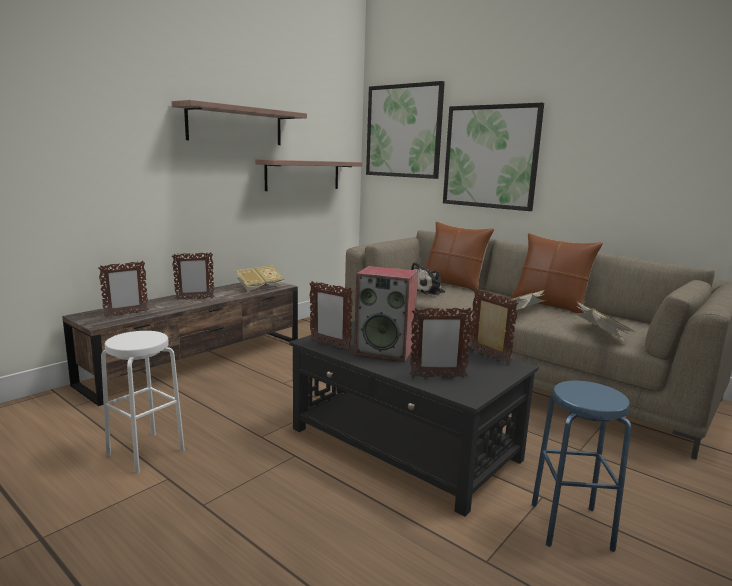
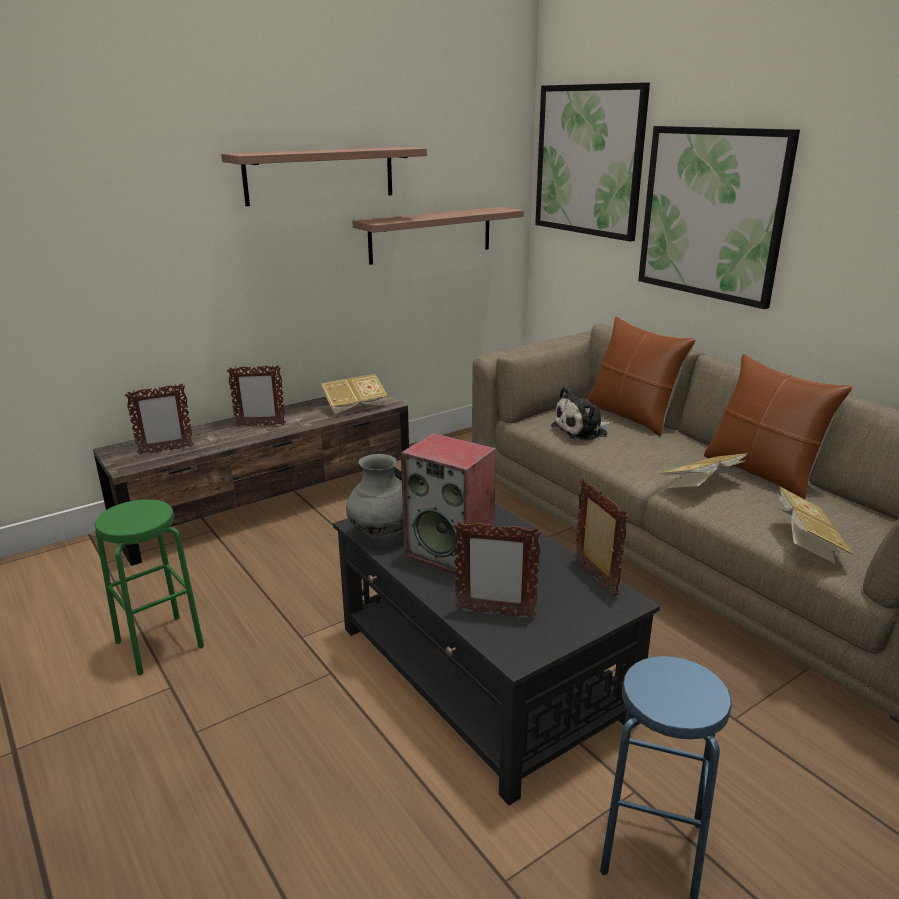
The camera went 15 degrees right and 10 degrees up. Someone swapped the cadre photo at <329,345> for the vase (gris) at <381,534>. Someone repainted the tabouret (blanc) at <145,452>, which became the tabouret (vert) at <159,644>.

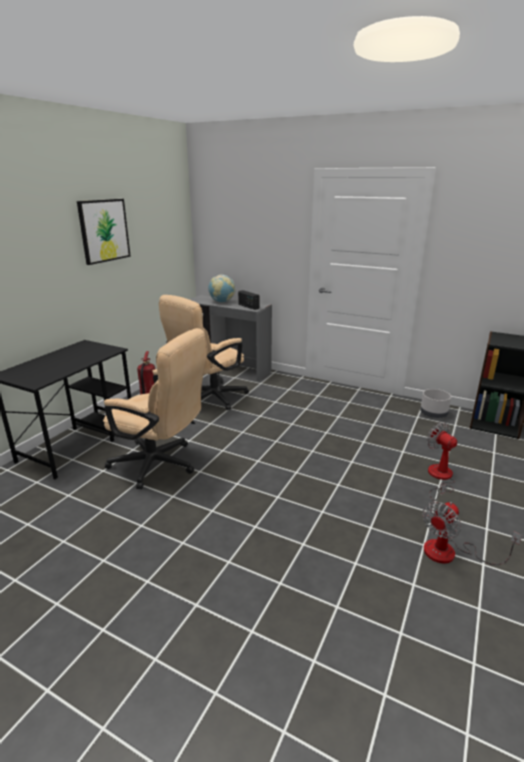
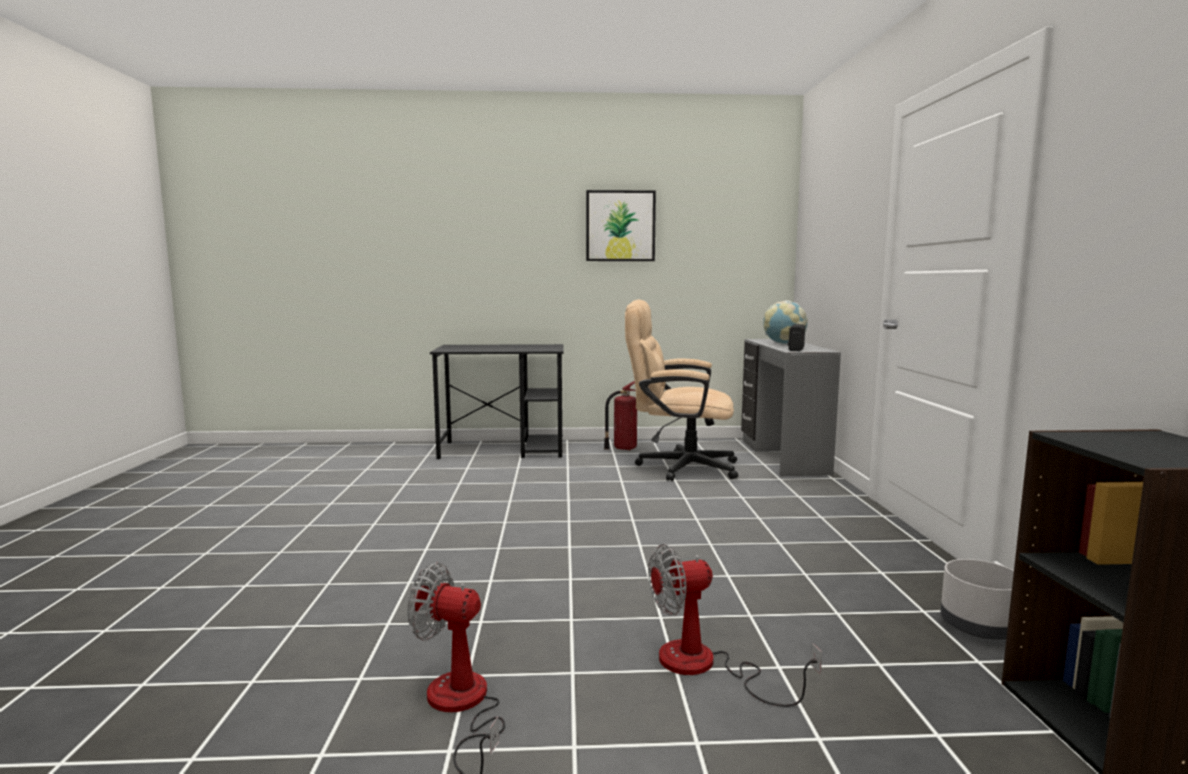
The camera went 60 degrees right and 15 degrees down. Someone took away the chaise de bureau (beige) at <160,465>. Someone rotated the ventilateur at <439,477> by 135 degrees counterclockwise.

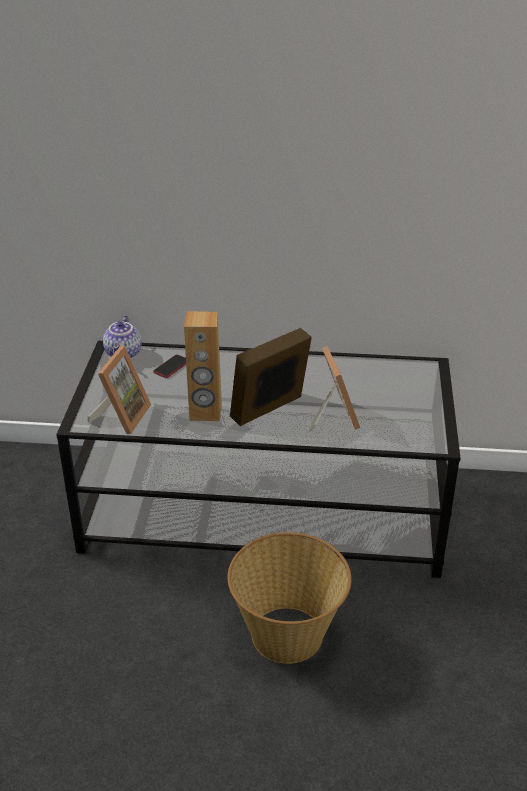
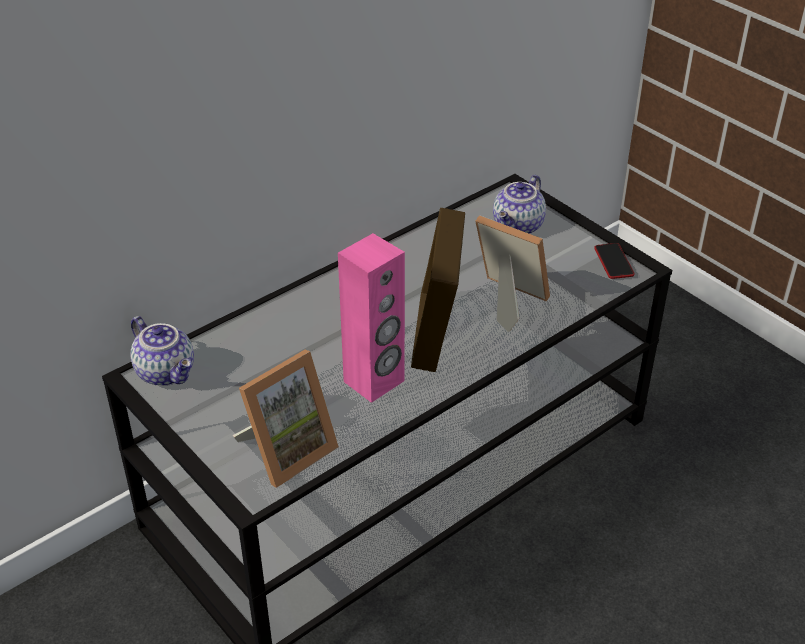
The camera went 45 degrees left and 5 degrees up. Someone took away the panier at <288,633>. Someone put down the théière at <519,227>. Someone carried the téléphone from <171,367> to <613,262>. Someone repainted the enceinte (marron) at <205,413>, which became the enceinte (rose) at <374,381>. Someone rotated the cadre photo at <121,416> by 75 degrees clockwise.

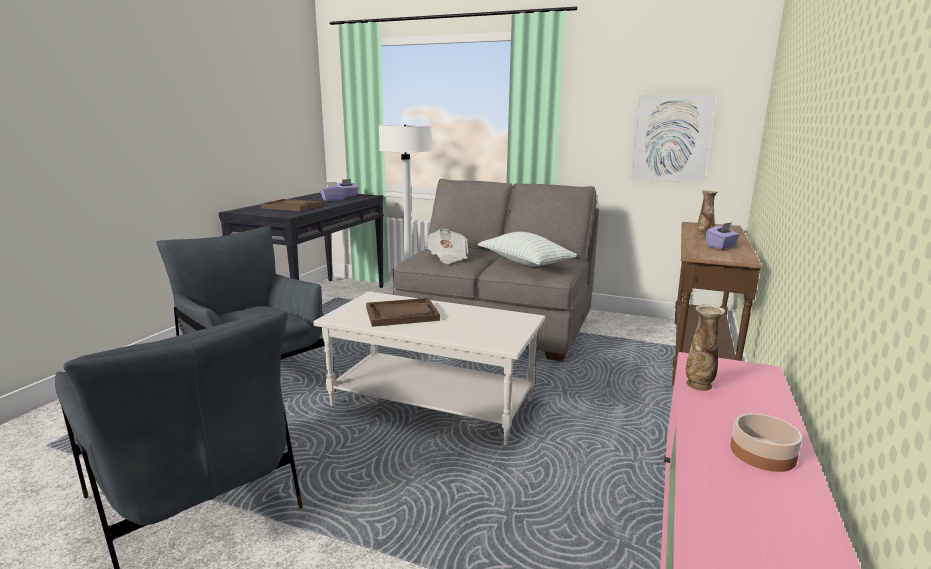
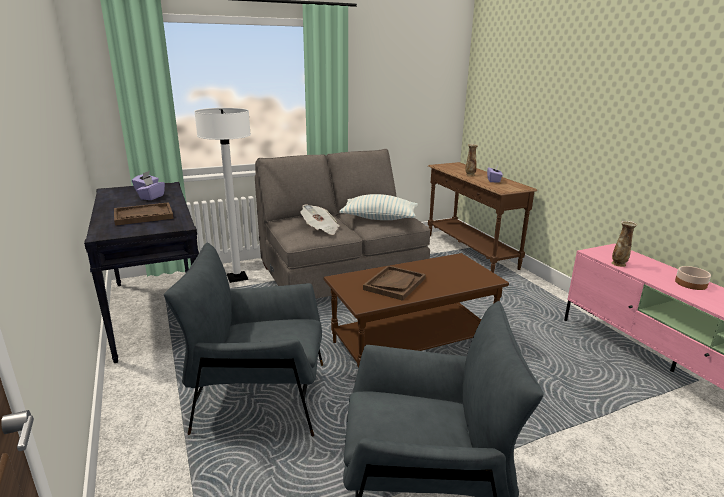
The camera went 45 degrees left and 5 degrees up. Someone took away the tableau at <671,138>. Someone repainted the table basse (blanc) at <433,403>, which became the table basse (marron) at <412,344>.

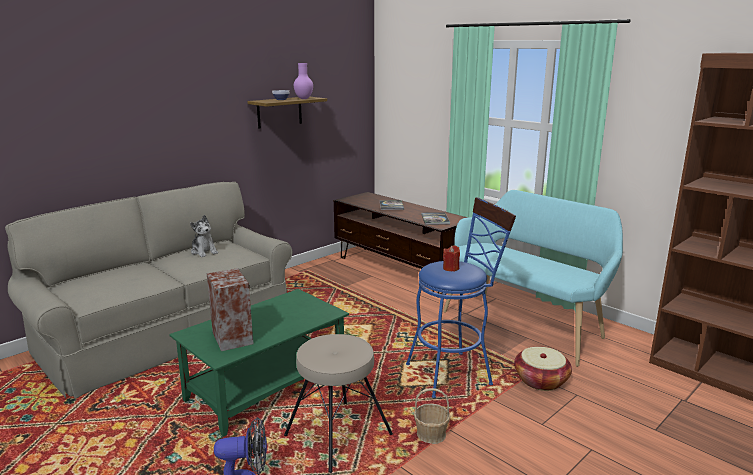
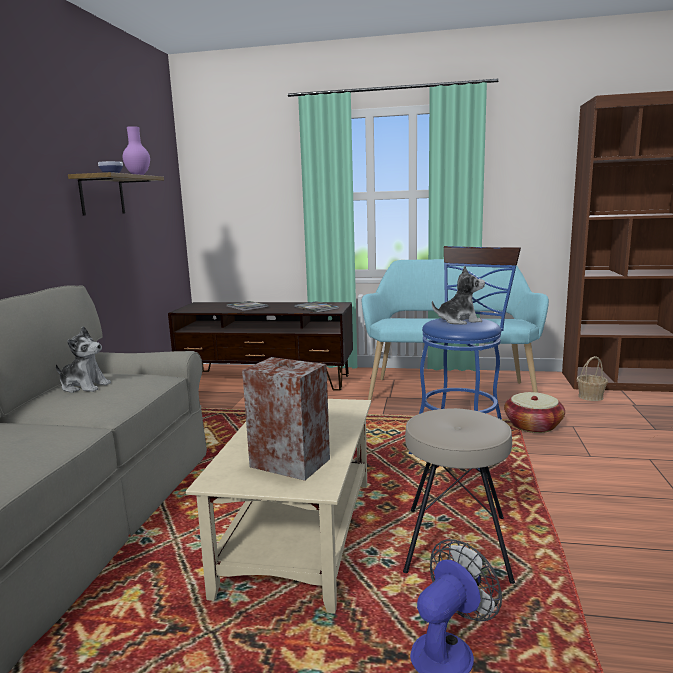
The camera went 35 degrees left and 5 degrees down. Someone carried the panier from <431,434> to <591,397>. Someone swapped the bougie (rouge) at <451,268> for the peluche at <459,321>. Someone repainted the table basse (vert) at <267,386>, which became the table basse (beige) at <299,532>.

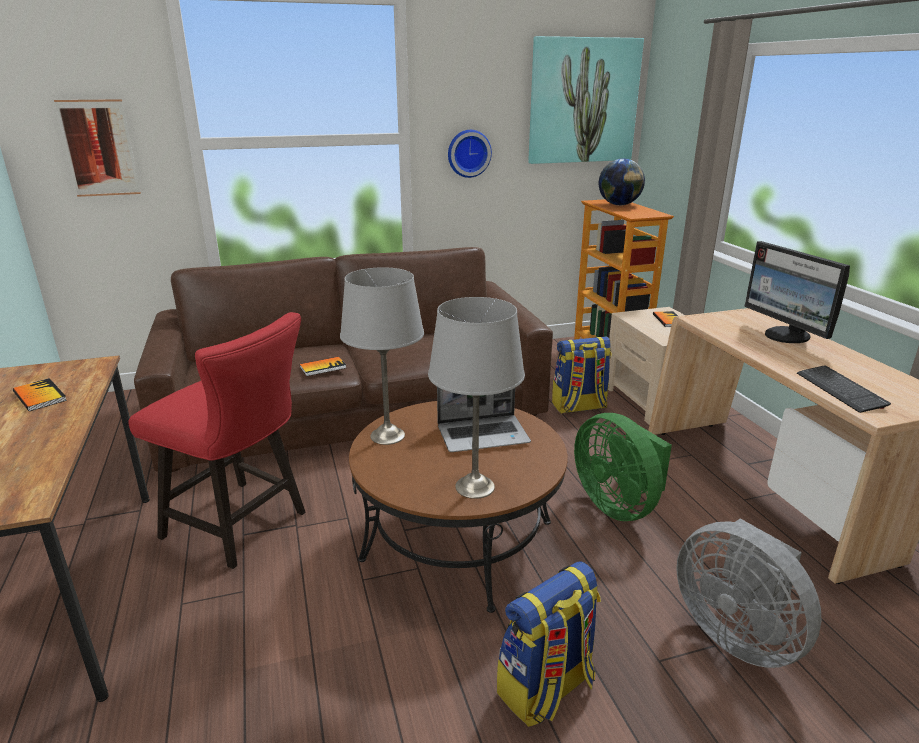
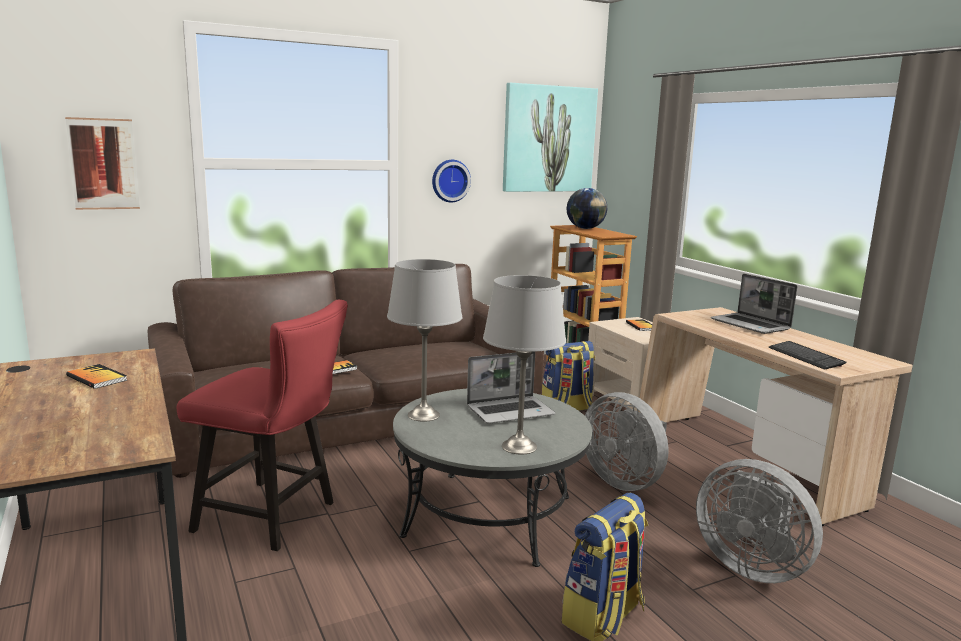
The camera went 10 degrees left and 10 degrees down. Someone swapped the écran d'ordinateur at <786,336> for the ordinateur portable at <751,325>. Someone repainted the table basse (marron) at <458,540>, which became the table basse (gris) at <489,515>. Someone repainted the ventilateur (vert) at <618,505>, which became the ventilateur (gris) at <624,481>.

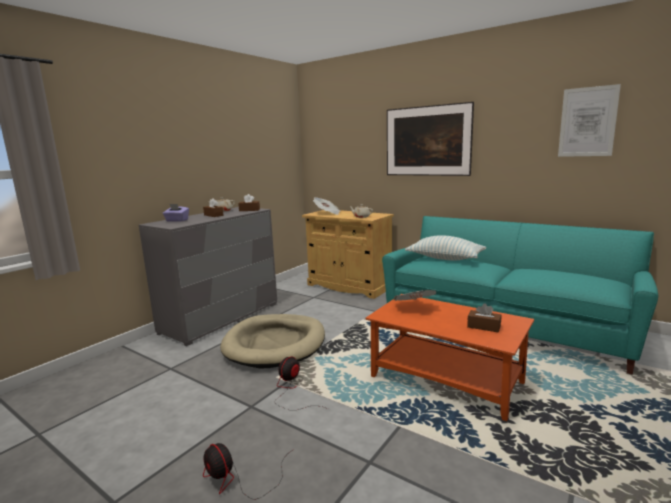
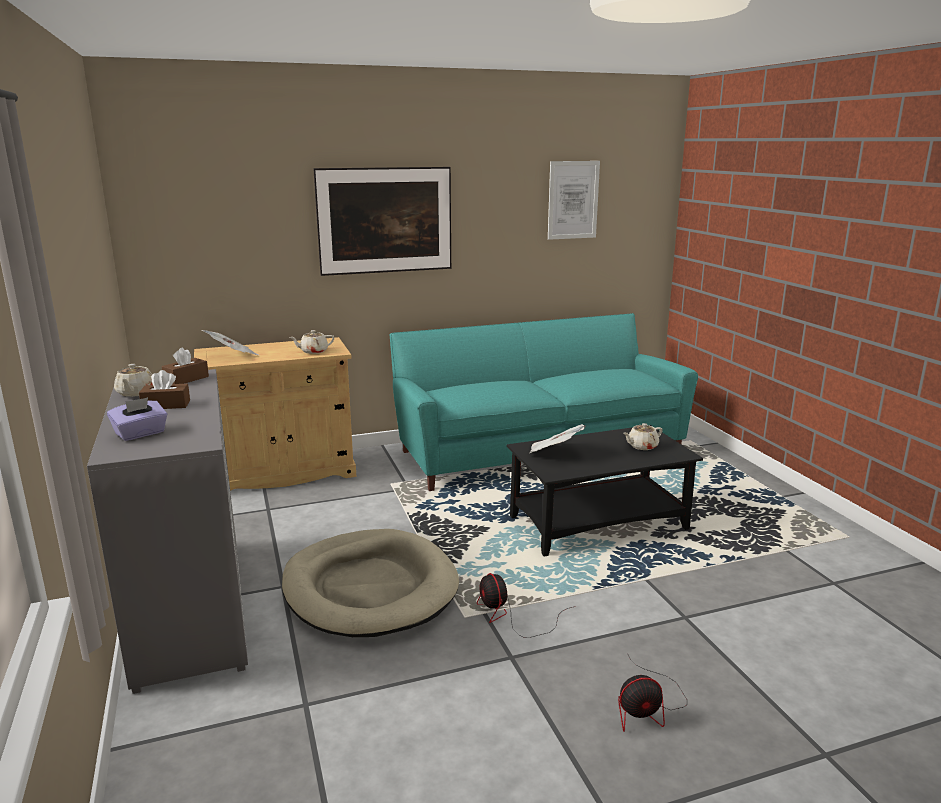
The camera went 55 degrees left and 5 degrees up. Someone took away the coussin at <445,258>. Someone swapped the boîte à mouchoirs (marron) at <483,326> for the théière (beige) at <642,446>. Someone repainted the table basse (orange) at <447,380>, which became the table basse (noir) at <599,523>.

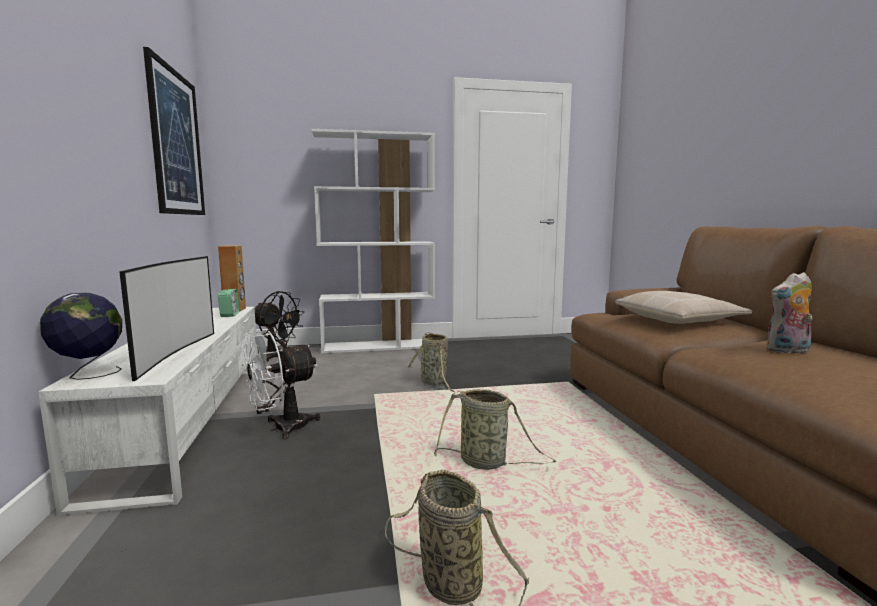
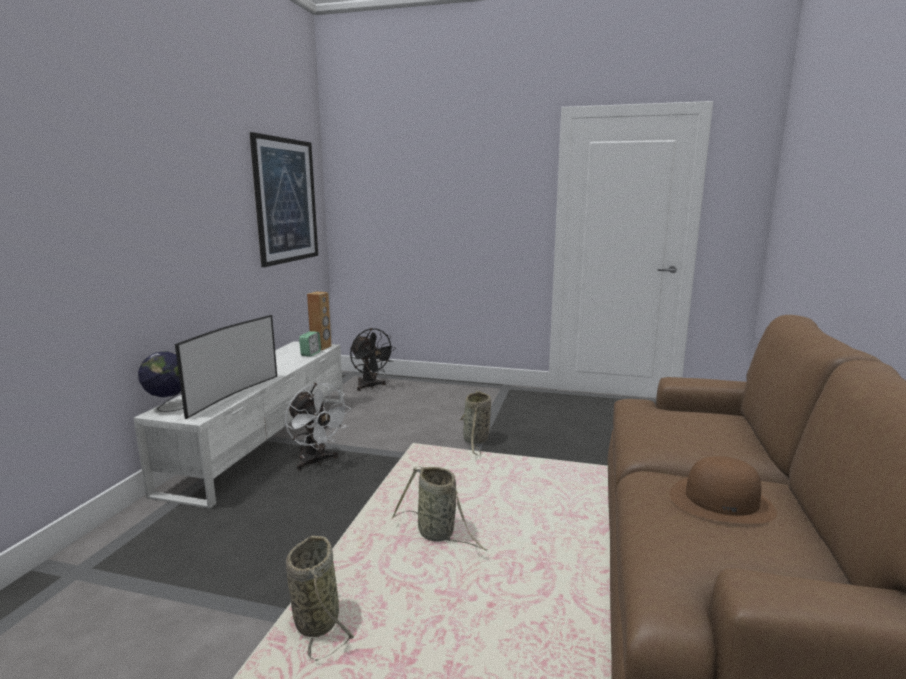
The camera went 25 degrees right and 5 degrees up. Someone took away the bibliothèque (blanc) at <379,346>. Someone took away the coussin (beige) at <679,319>. Someone swapped the peluche at <788,351> for the chapeau (marron) at <721,501>. Someone rotated the ventilateur (blanc) at <281,428> by 120 degrees counterclockwise.

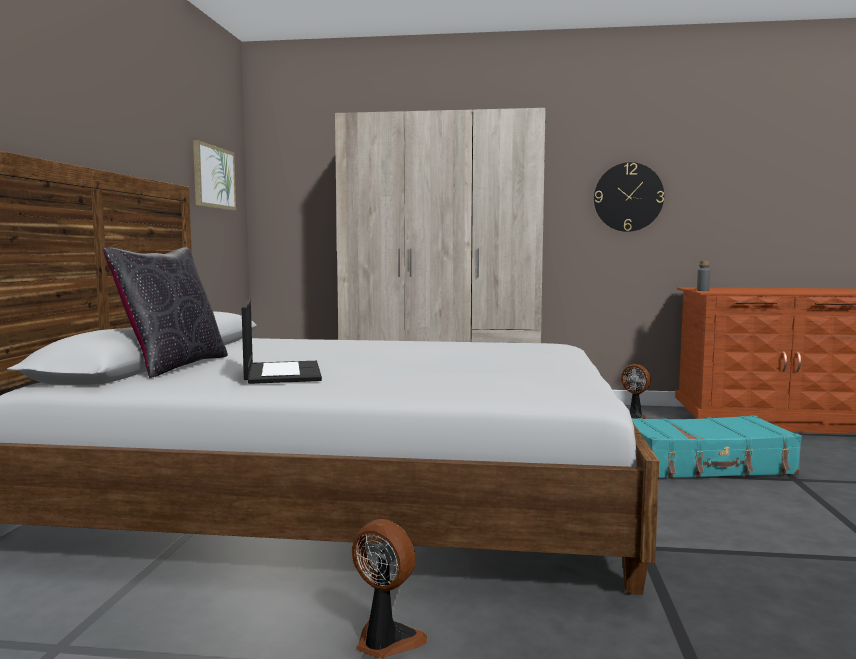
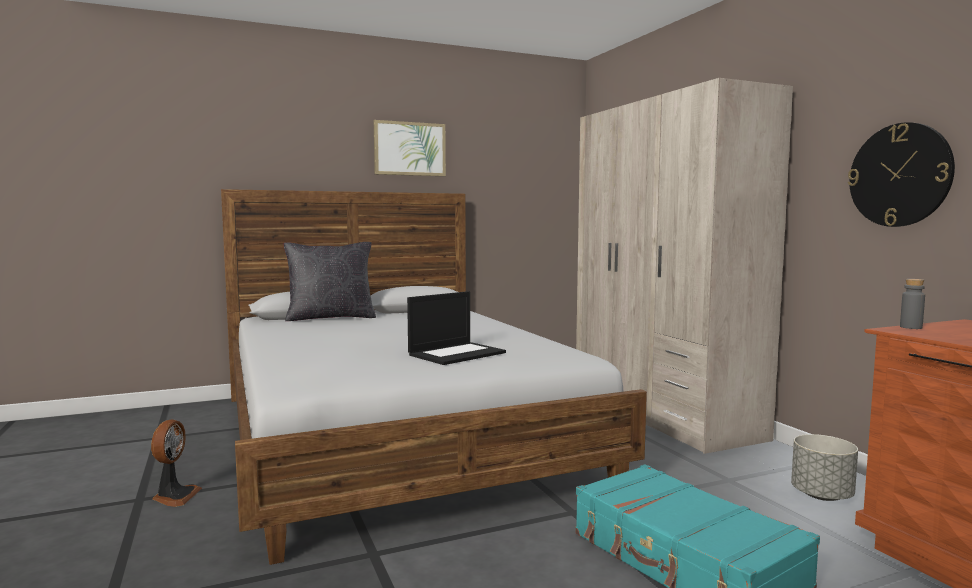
The camera went 60 degrees right and 0 degrees up. Someone carried the tableau from <213,177> to <409,149>. Someone carried the ordinateur portable from <281,373> to <457,353>. Someone swapped the ventilateur at <633,418> for the cache-pot (gris) at <822,495>.

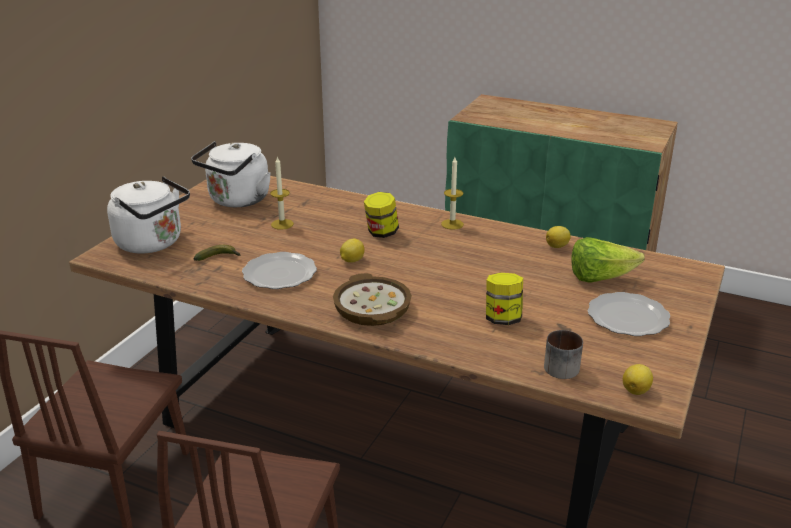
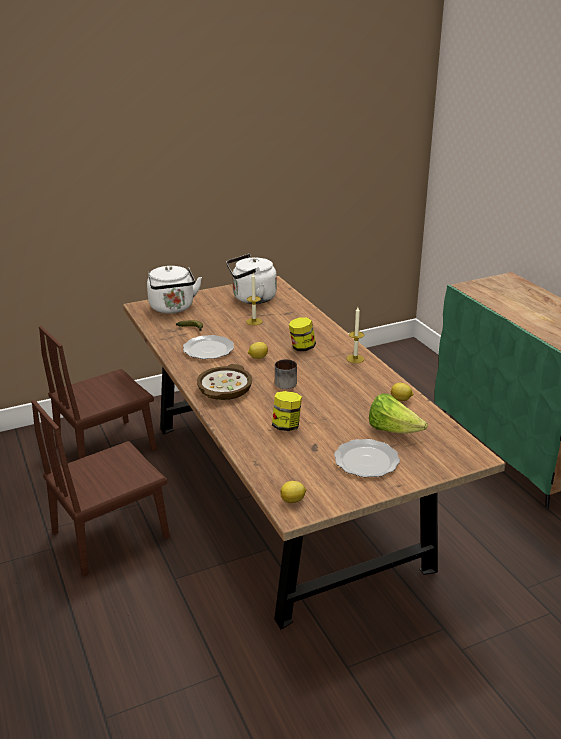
The camera went 40 degrees right and 0 degrees up. Someone carried the mug from <558,365> to <286,382>.

